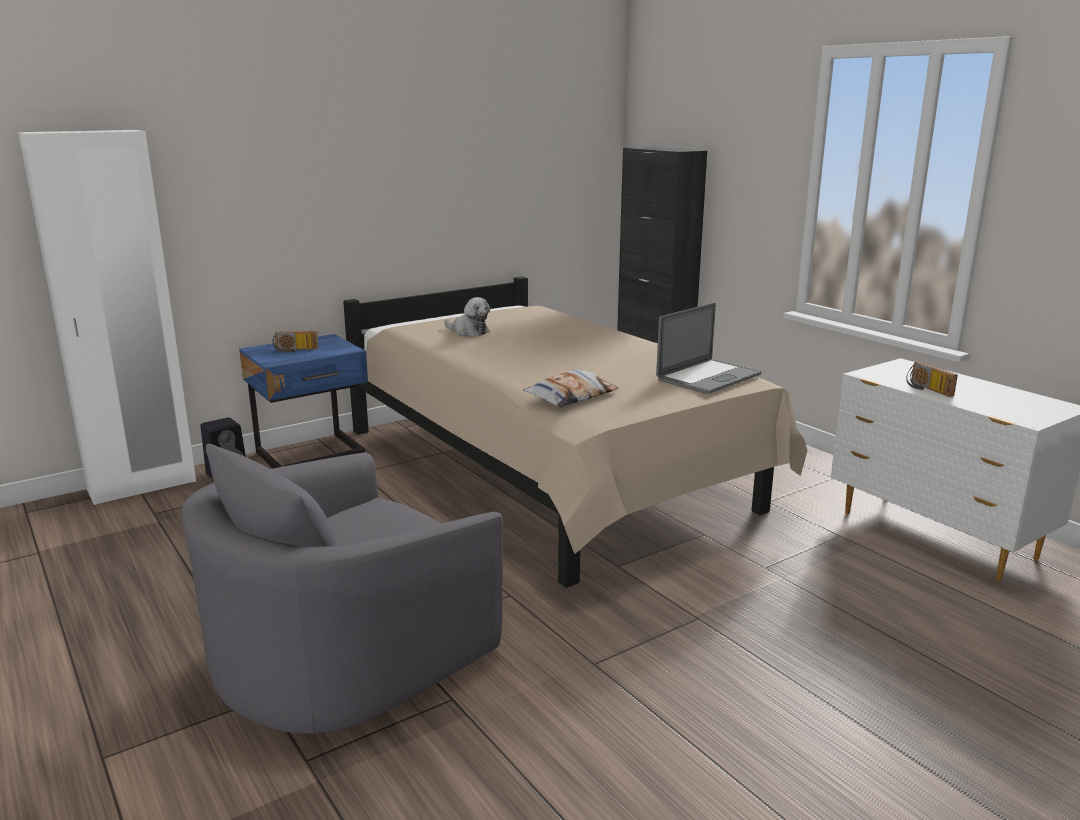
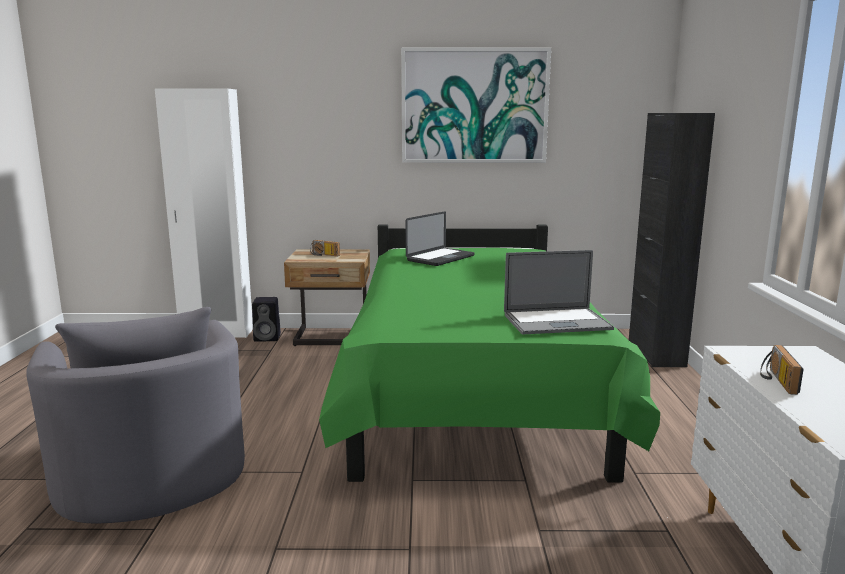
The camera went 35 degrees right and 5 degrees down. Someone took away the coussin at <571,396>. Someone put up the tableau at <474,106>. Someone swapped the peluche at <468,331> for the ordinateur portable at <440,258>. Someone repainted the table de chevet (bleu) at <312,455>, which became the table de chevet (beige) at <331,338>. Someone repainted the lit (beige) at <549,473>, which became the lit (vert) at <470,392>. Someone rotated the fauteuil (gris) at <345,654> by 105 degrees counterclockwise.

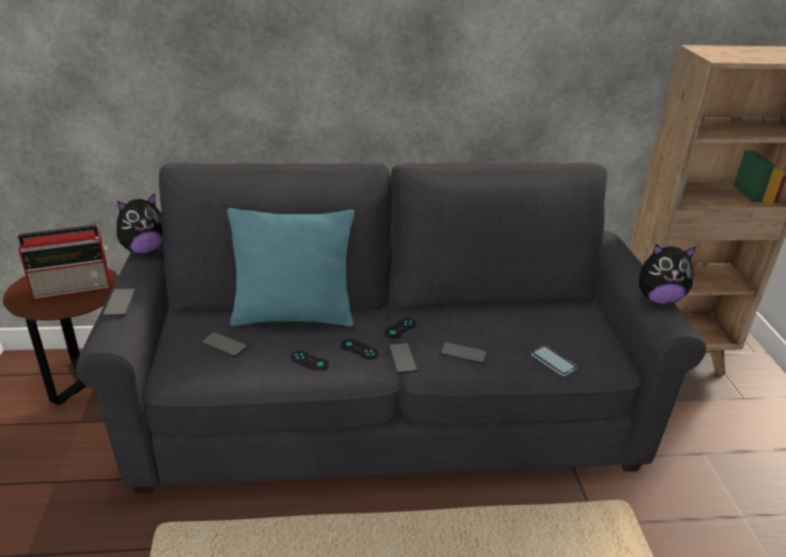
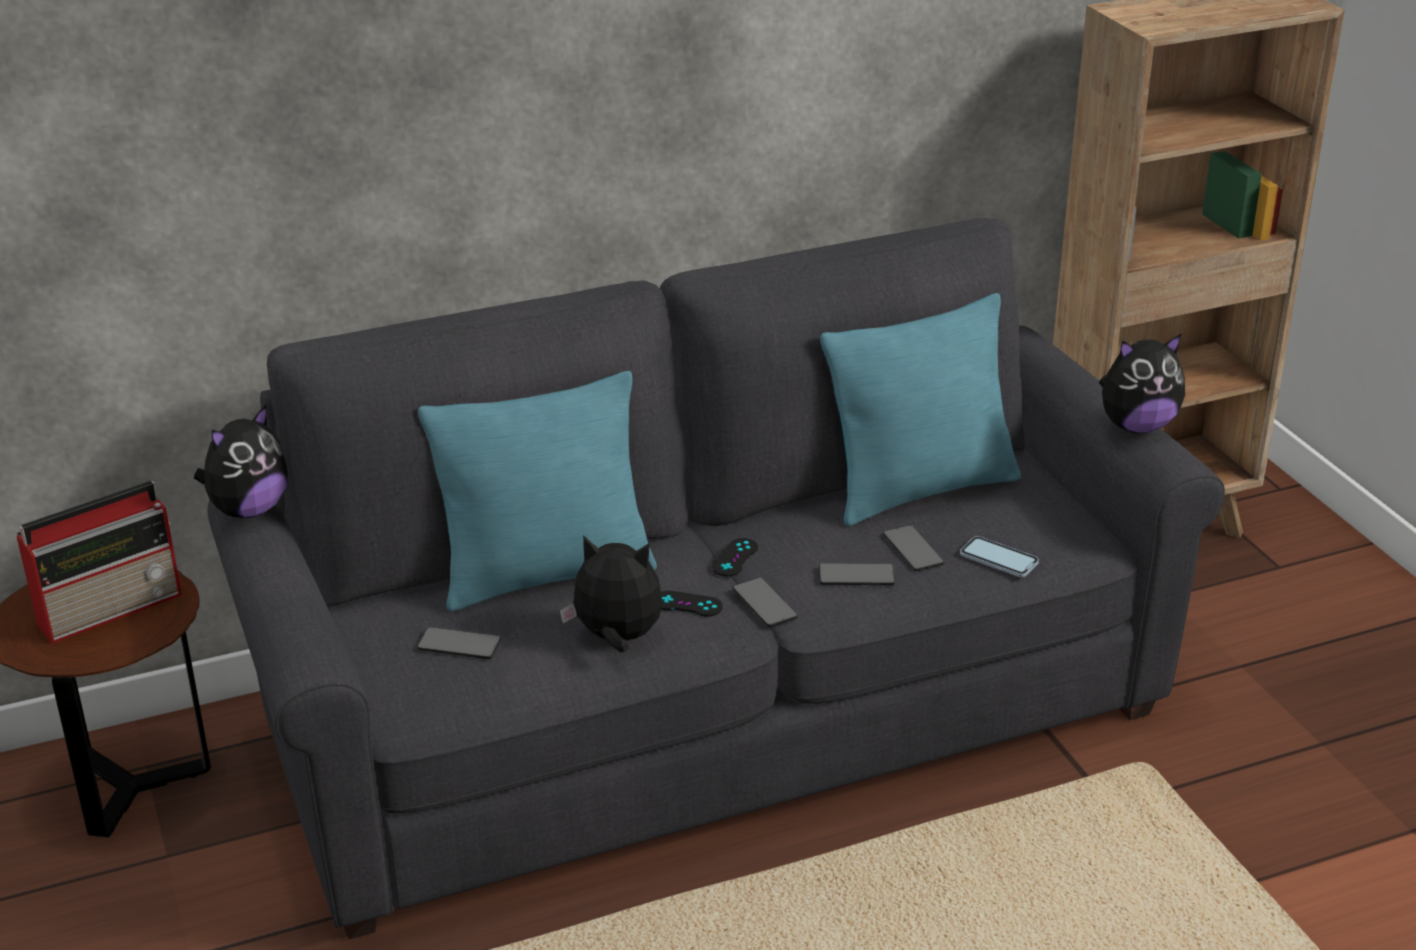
The camera went 15 degrees left and 0 degrees up. Someone put down the coussin (turquoise) at <920,489>. Someone carried the téléphone from <119,303> to <913,550>. Someone swapped the manette (noir) at <309,361> for the peluche at <617,639>.

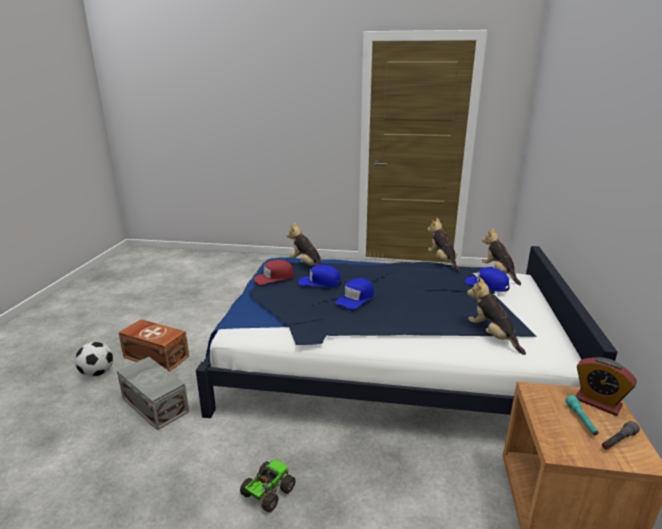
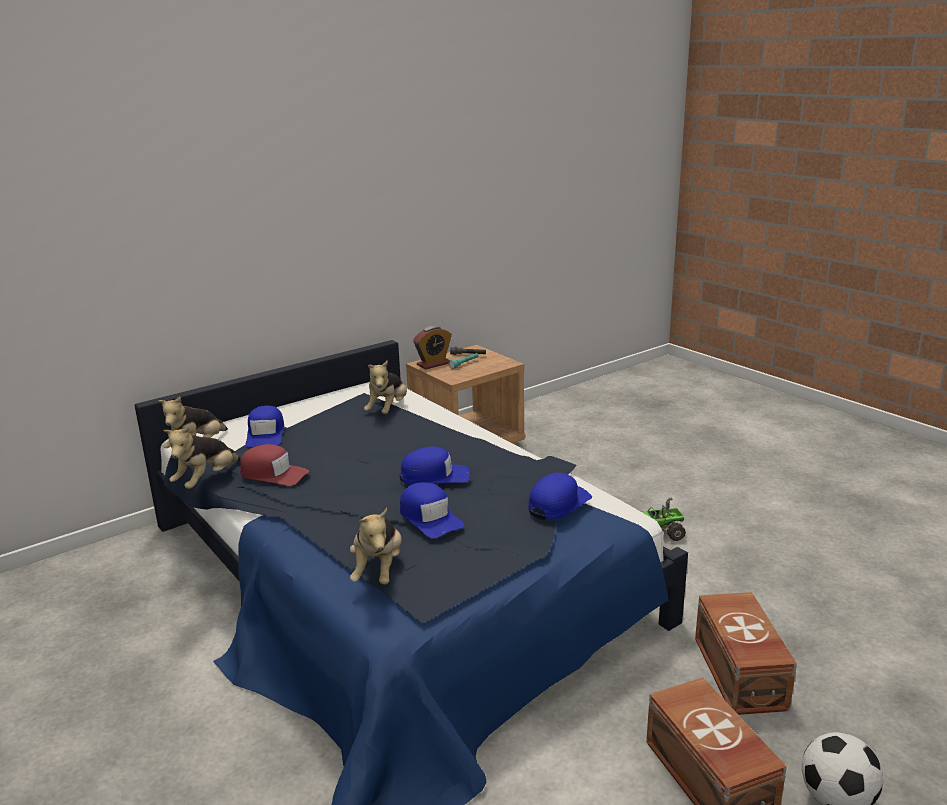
The camera went 135 degrees left and 0 degrees up. Someone put down the casquette (bleu) at <558,503>. Someone carried the casquette (rouge) from <274,277> to <273,474>. Someone repainted the boîte de rangement (gris) at <155,404>, which became the boîte de rangement (marron) at <738,674>. Someone rotated the réveil at <598,402> by 60 degrees clockwise.

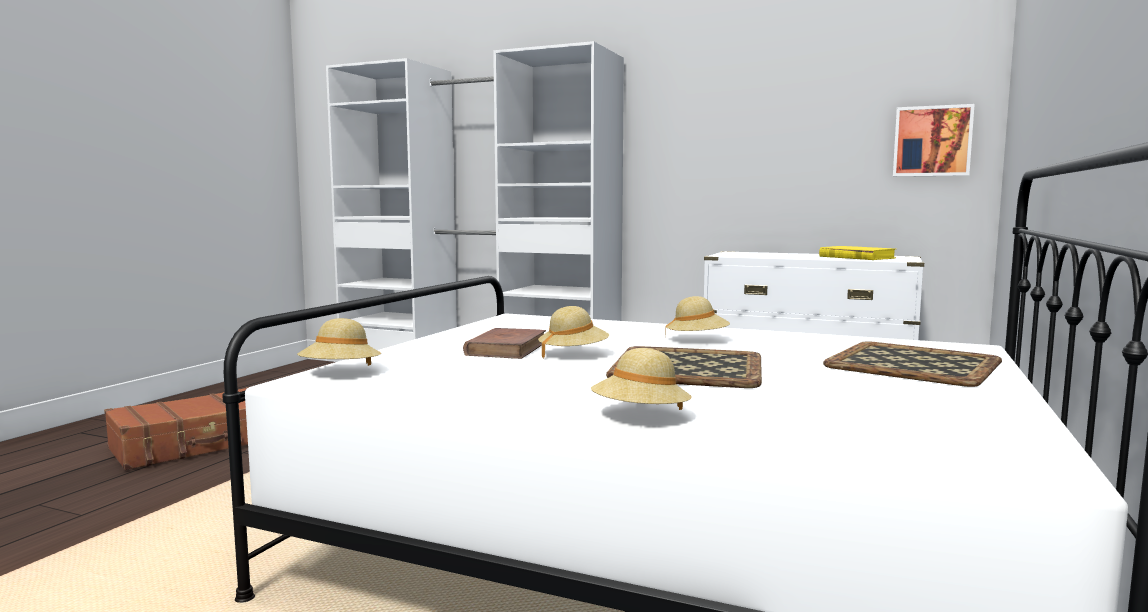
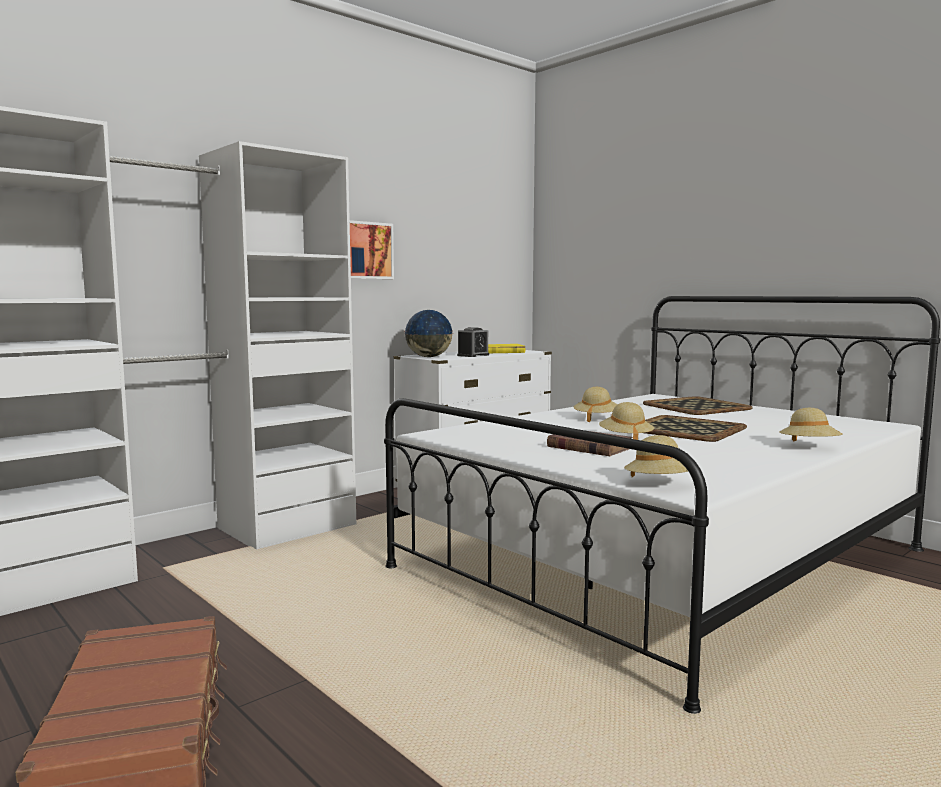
The camera went 65 degrees left and 0 degrees up. Someone put down the globe at <429,357>. Someone put down the réveil at <473,355>. Someone carried the tableau from <932,141> to <366,250>.

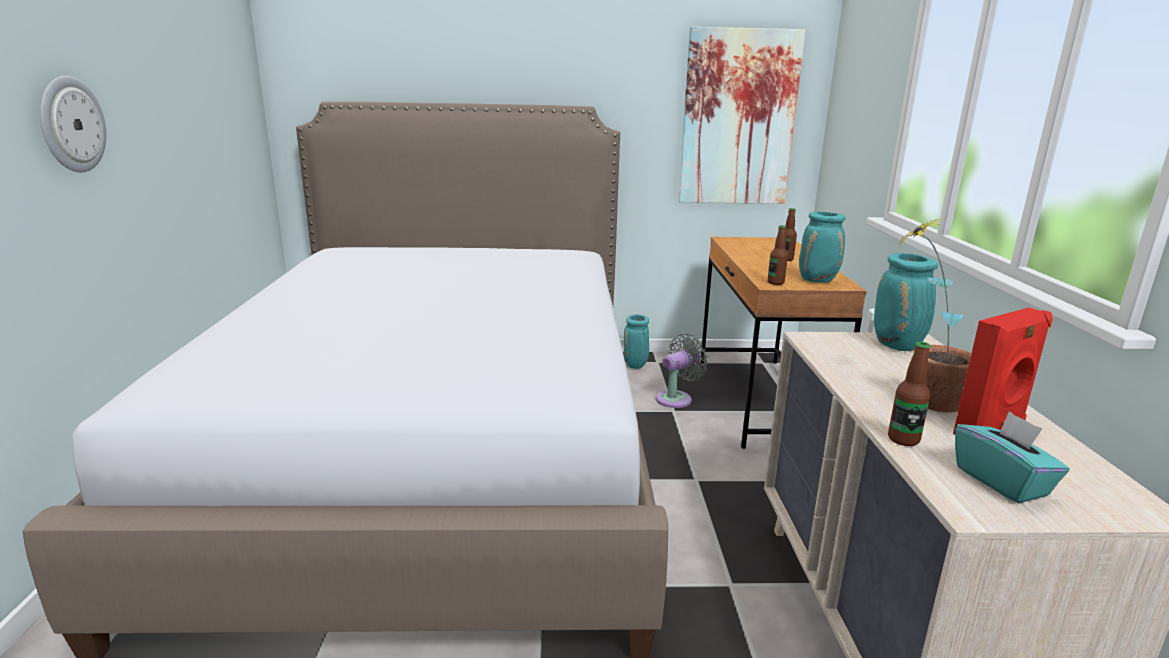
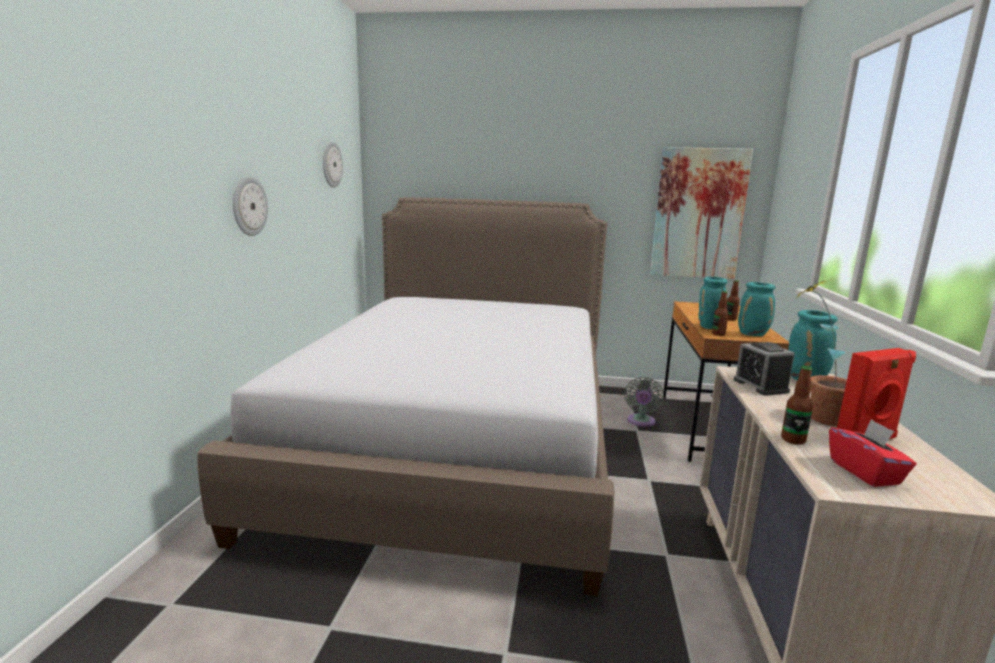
The camera went 10 degrees right and 5 degrees down. Someone put up the horloge murale at <331,164>. Someone put down the réveil at <760,386>. Someone carried the vase (turquoise) from <636,366> to <709,327>. Someone repainted the boîte à mouchoirs (turquoise) at <1001,482>, which became the boîte à mouchoirs (rouge) at <865,472>. Someone rotated the ventilateur (gris) at <676,398> by 135 degrees clockwise.

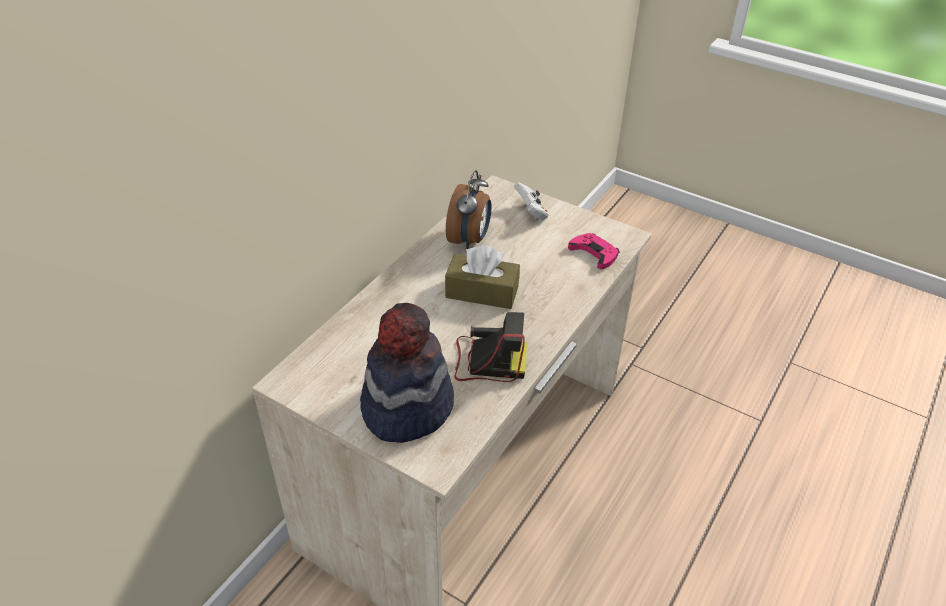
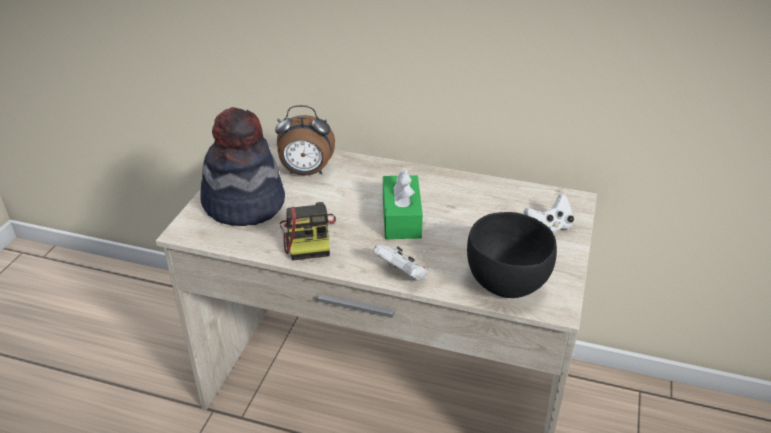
The camera went 75 degrees right and 5 degrees down. Someone put down the manette (blanc) at <402,275>. Someone carried the réveil from <470,240> to <306,172>. Someone swapped the manette (rose) at <594,253> for the bol (noir) at <507,284>. Someone repainted the boîte à mouchoirs (marron) at <482,292>, which became the boîte à mouchoirs (vert) at <401,218>.

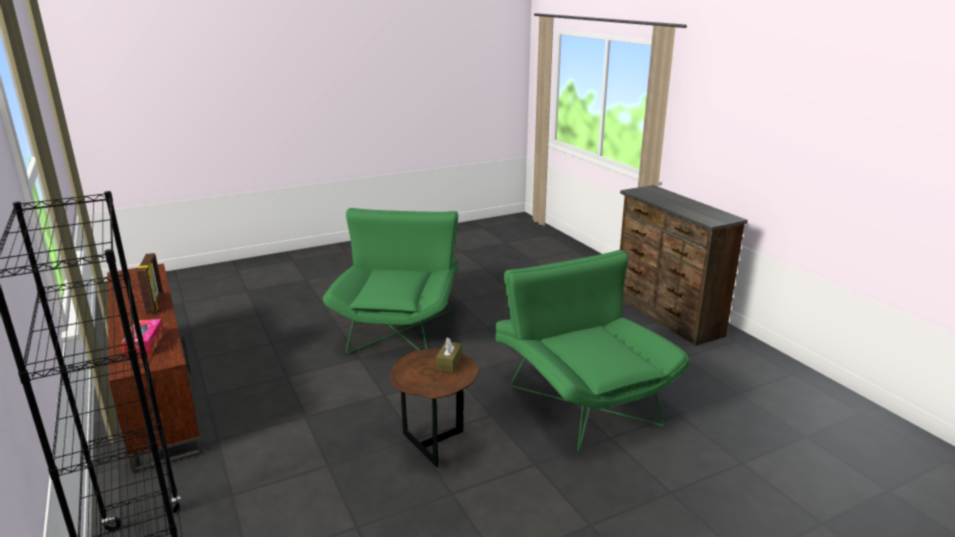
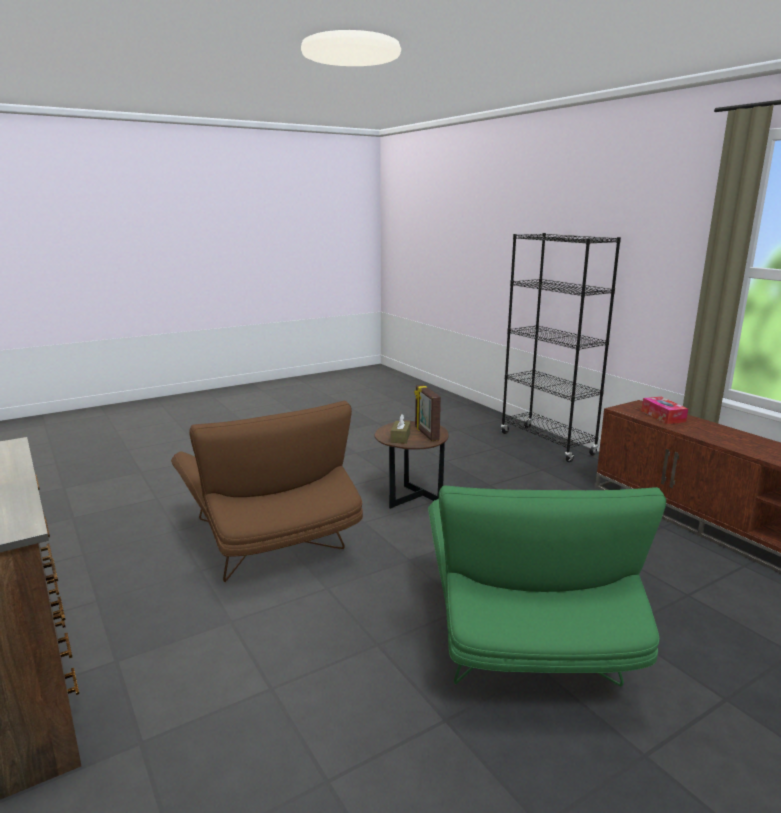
The camera went 175 degrees right and 5 degrees down. Someone carried the cadre photo from <155,304> to <426,434>. Someone repainted the fauteuil (vert) at <579,398>, which became the fauteuil (marron) at <269,541>.

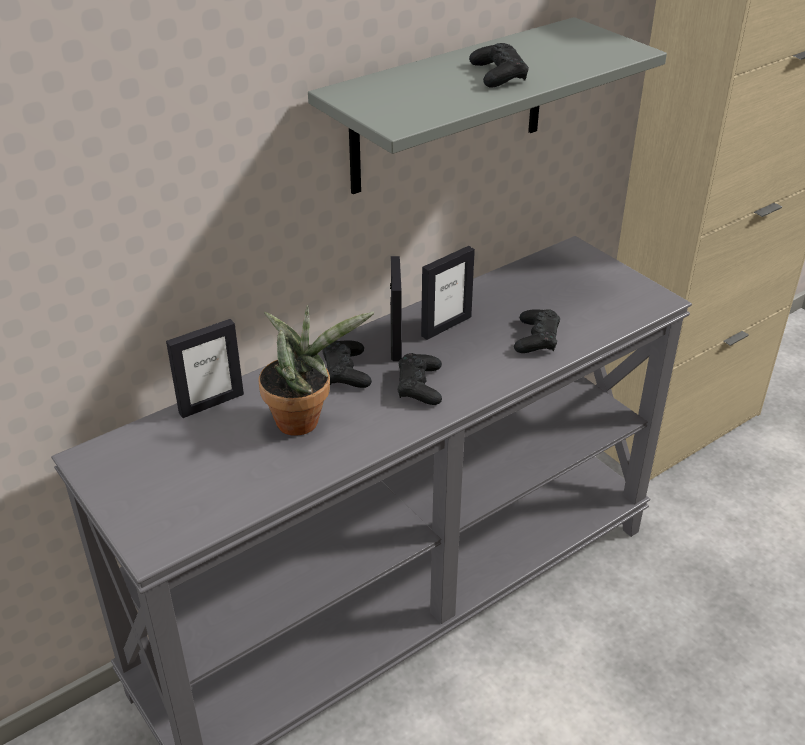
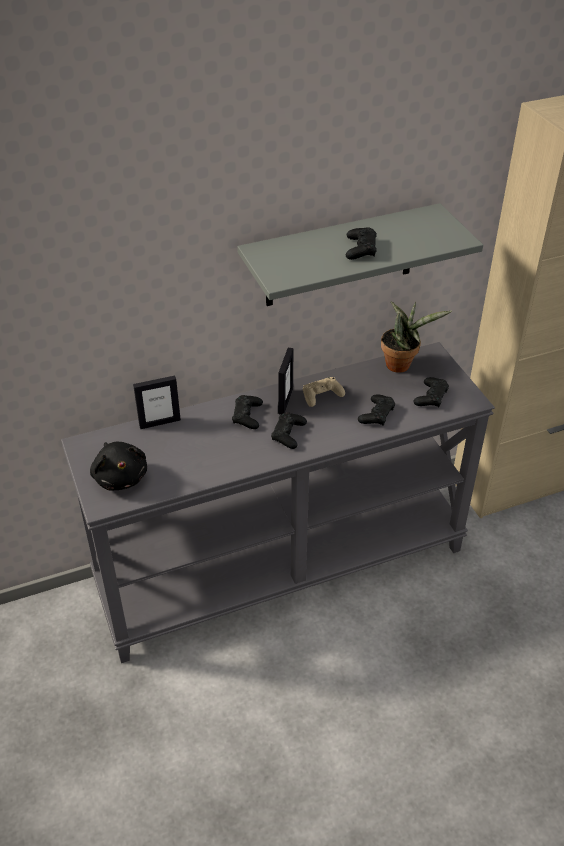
The camera went 15 degrees right and 5 degrees up. Someone put down the peluche (noir) at <120,476>. Someone put down the manette (noir) at <431,397>. Someone carried the plante en pot from <303,419> to <401,364>. Someone swapped the cadre photo at <446,326> for the manette (beige) at <322,395>.

